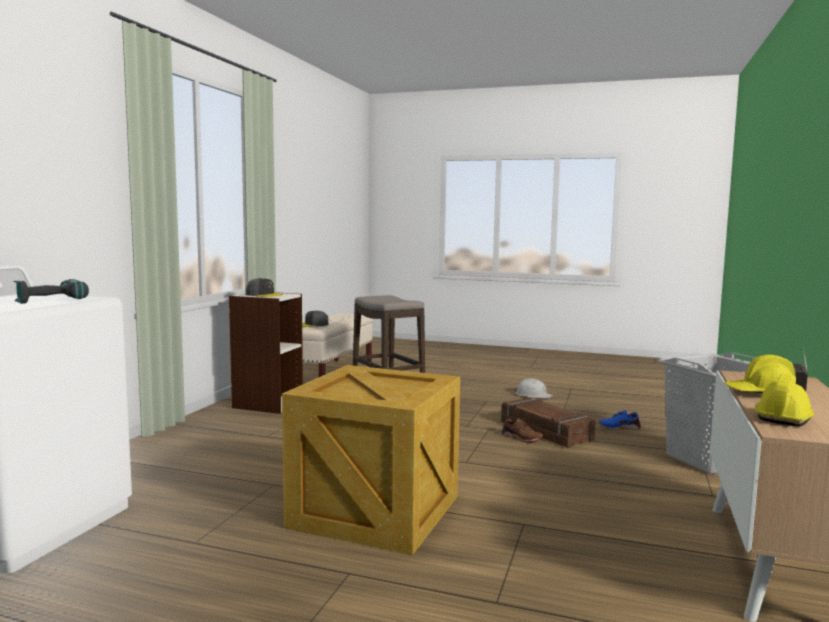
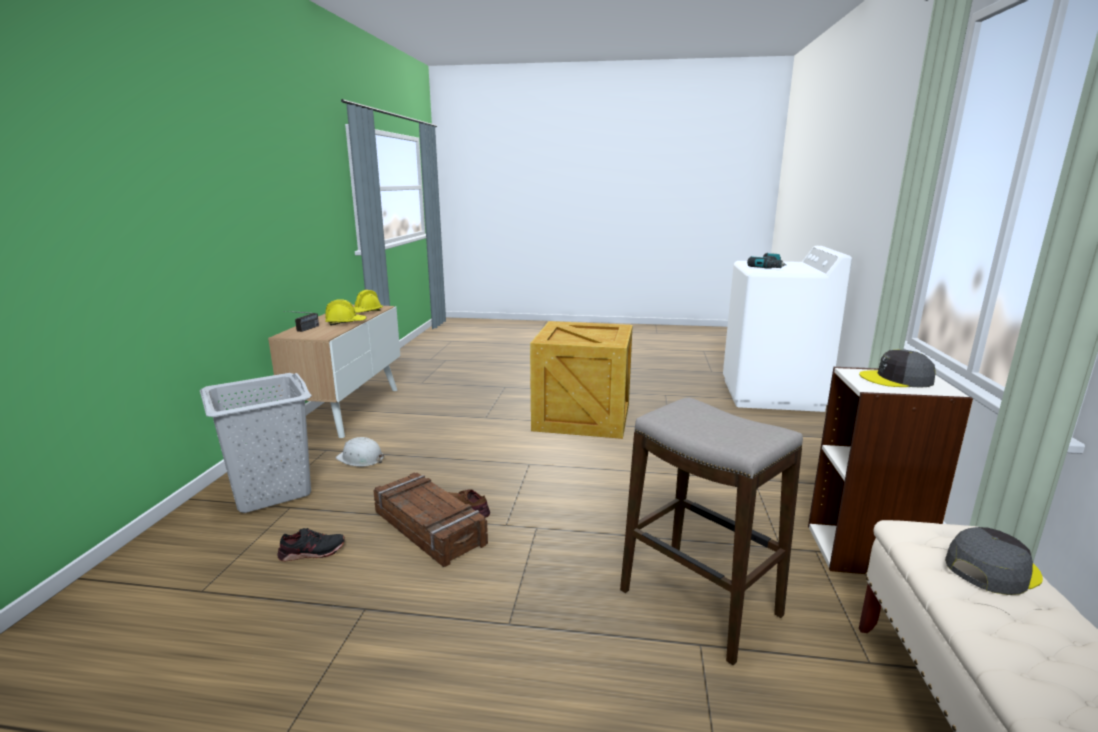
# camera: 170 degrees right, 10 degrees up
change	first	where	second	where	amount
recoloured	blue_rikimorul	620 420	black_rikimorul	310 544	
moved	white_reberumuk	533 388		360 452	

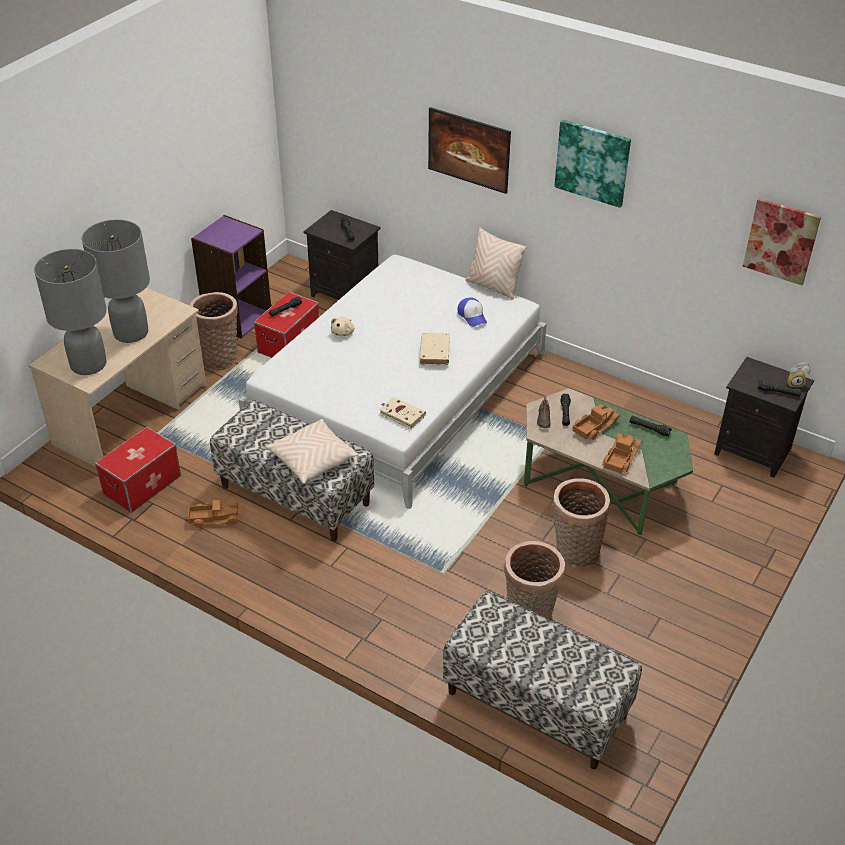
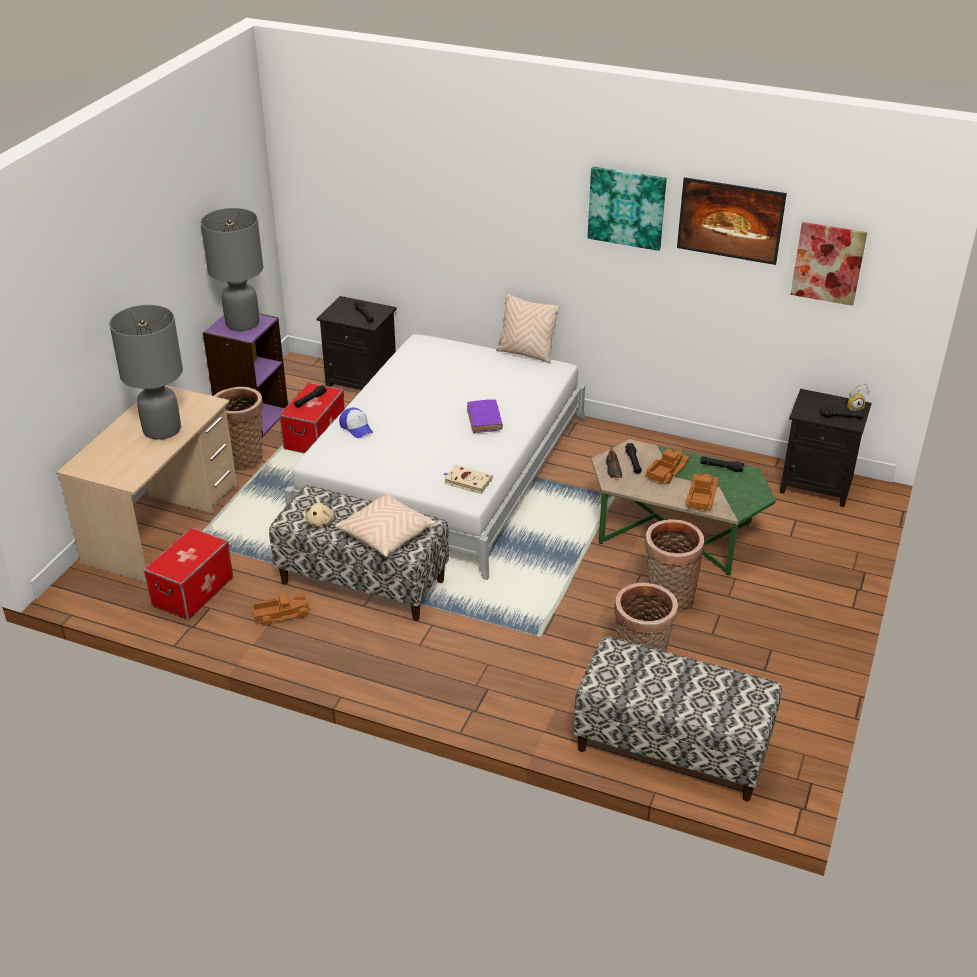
# camera: 10 degrees left, 5 degrees down
change	first	where	second	where	amount
moved	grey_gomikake	70 312		232 269	
moved	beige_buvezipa	343 326		319 515	
moved	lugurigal	472 312		356 423	
recoloured	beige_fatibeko	435 349	purple_fatibeko	485 416	
moved	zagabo	469 150		732 221	

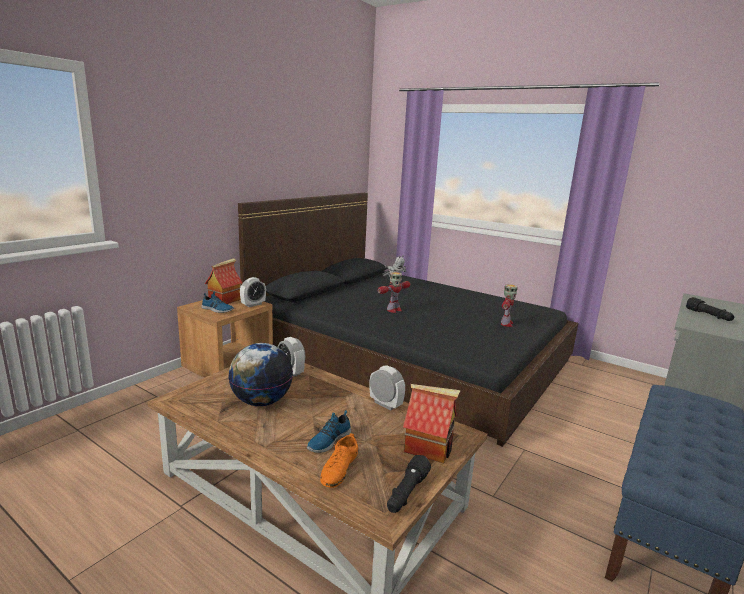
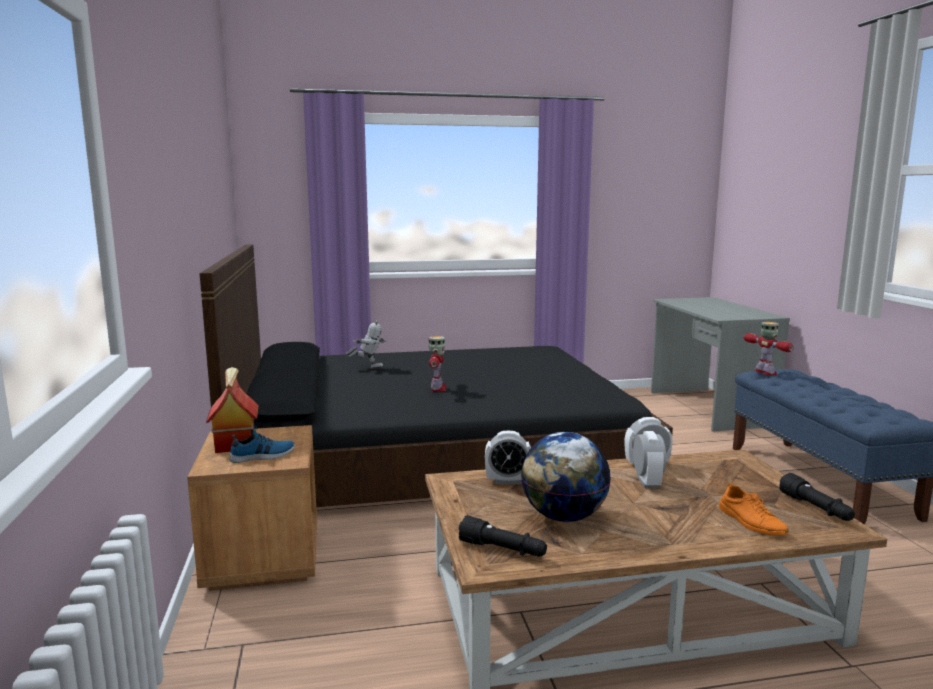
# camera: 45 degrees left, 5 degrees down
change	first	where	second	where	amount
moved	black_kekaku	710 309		502 536	
moved	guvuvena	253 292		649 459	
moved	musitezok	509 305		769 348	
removed	rikimorul	329 431			
removed	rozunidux	431 423			

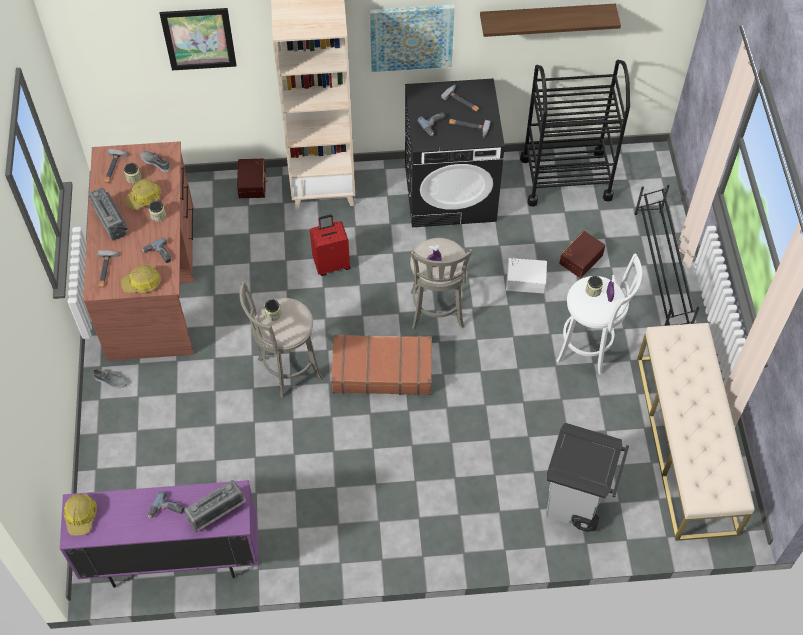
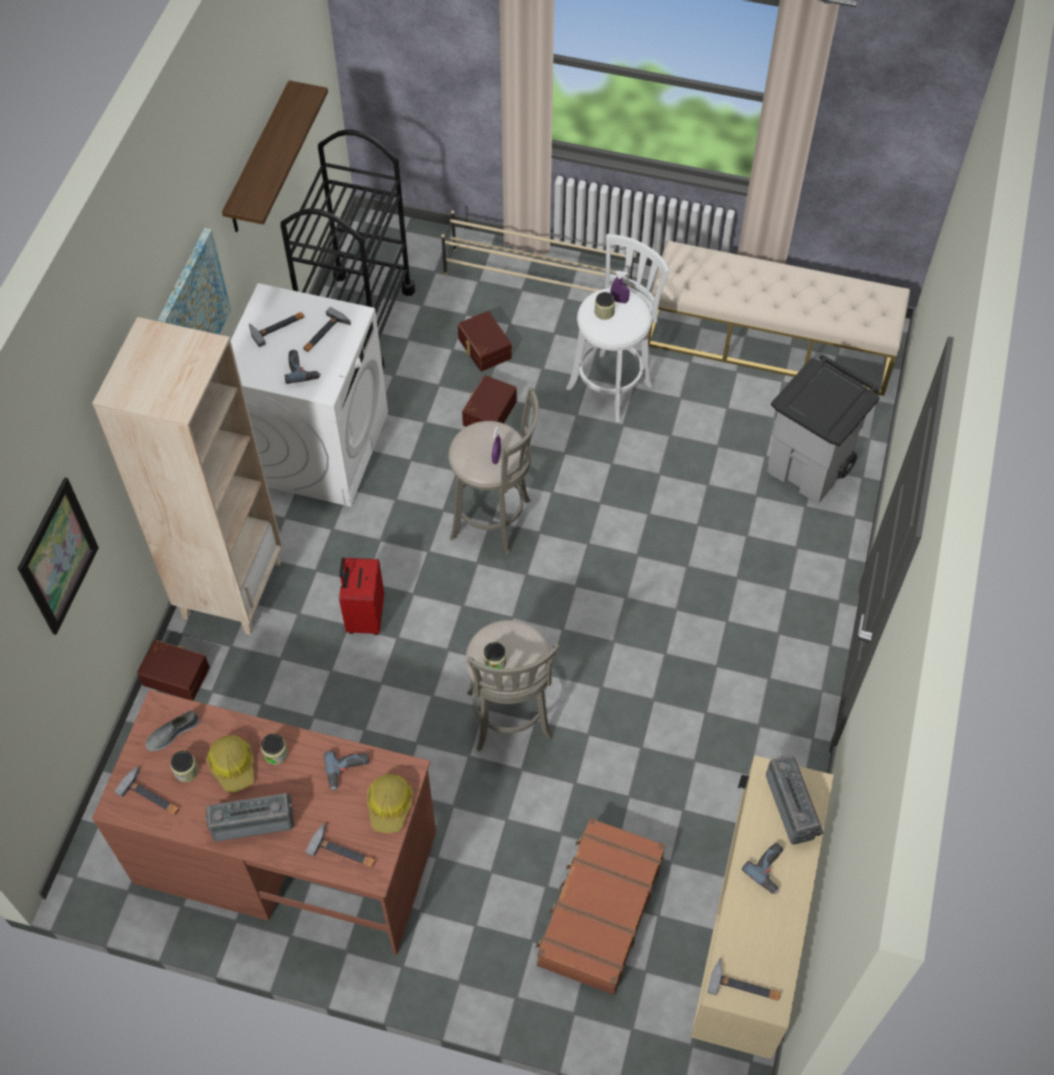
# camera: 70 degrees left, 0 degrees up
change	first	where	second	where	amount
recoloured	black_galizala	455 152	white_galizala	309 394	
recoloured	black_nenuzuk	666 255	beige_nenuzuk	537 251	
recoloured	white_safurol	526 275	brown_safurol	489 401	
moved	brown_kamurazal	381 364		600 906	
recoloured	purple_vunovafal	159 534	beige_vunovafal	762 907	
replaced	reberumuk	80 515	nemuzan	744 980	
removed	grey_rikimorul	110 378			

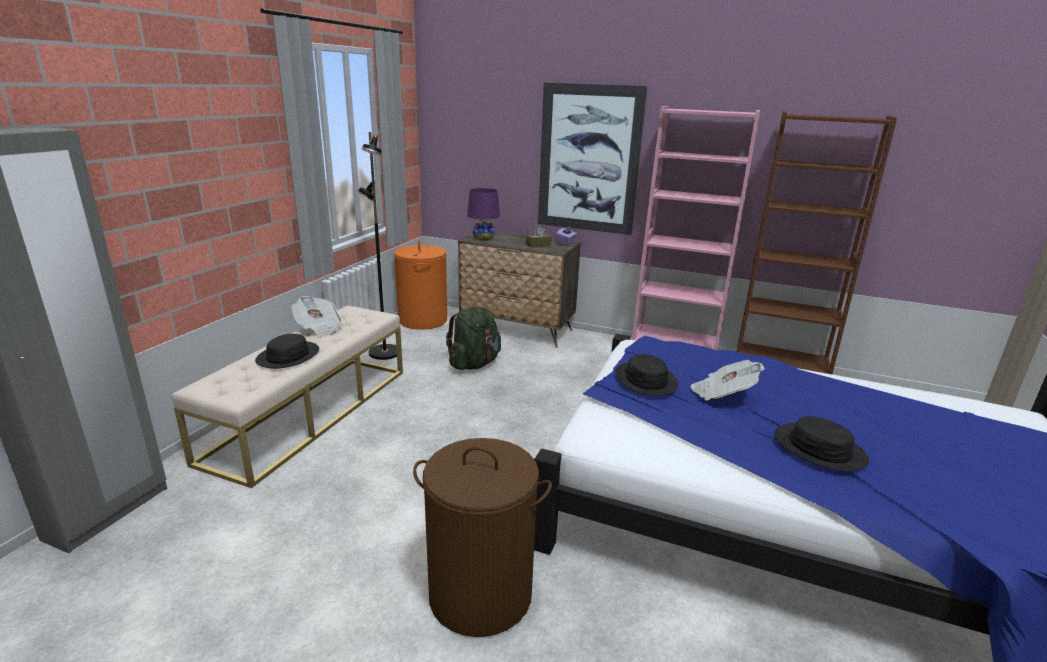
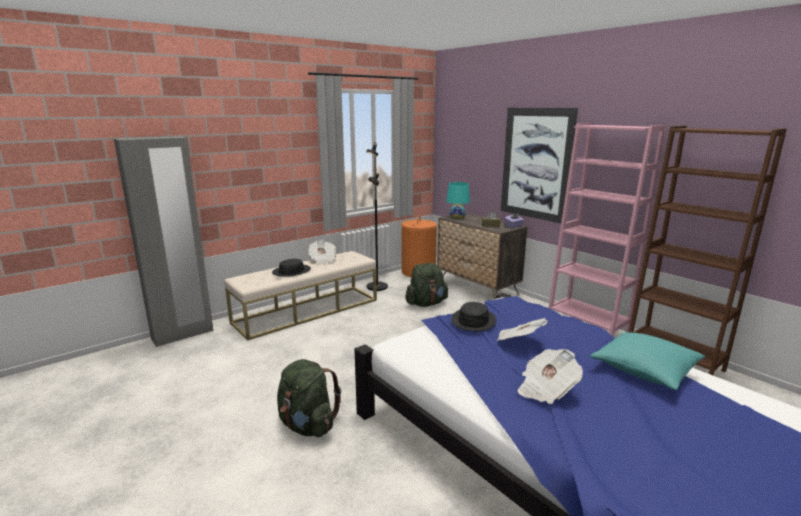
# camera: 30 degrees right, 5 degrees down
change	first	where	second	where	amount
replaced	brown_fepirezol	482 537	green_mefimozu	309 398	
recoloured	purple_gomikake	483 214	turquoise_gomikake	458 200	
replaced	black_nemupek	822 444	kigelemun	550 376	
added			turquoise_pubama	647 361	

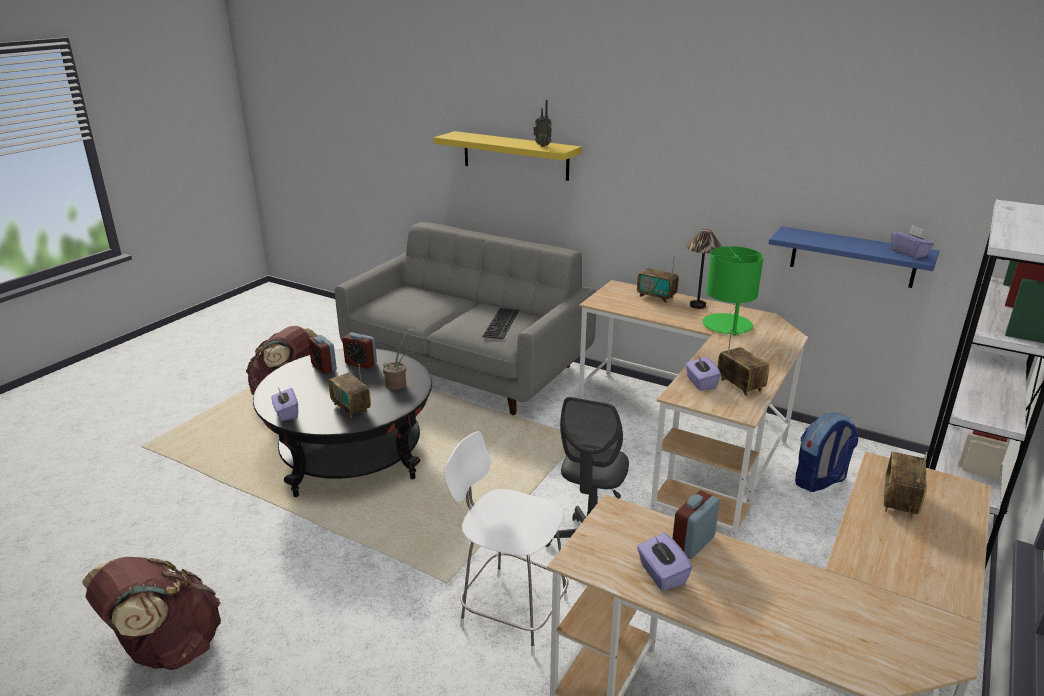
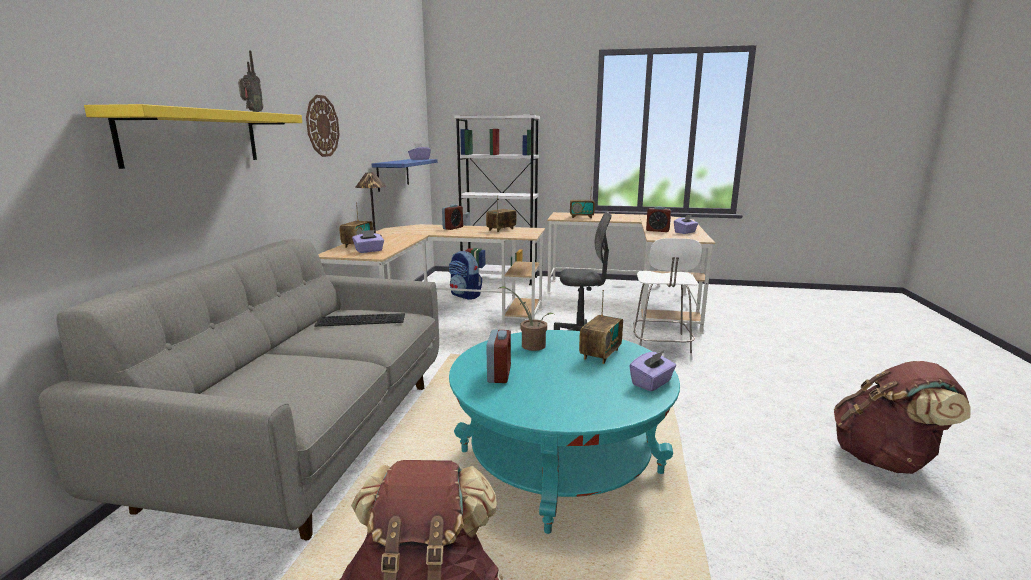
# camera: 110 degrees left, 10 degrees down
change	first	where	second	where	amount
added			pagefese	323 126	
moved	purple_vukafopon	703 373		368 241	
moved	guvuvena	322 354		452 217	
recoloured	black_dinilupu	342 423	turquoise_dinilupu	564 432	
removed	green_gomikake	733 291			

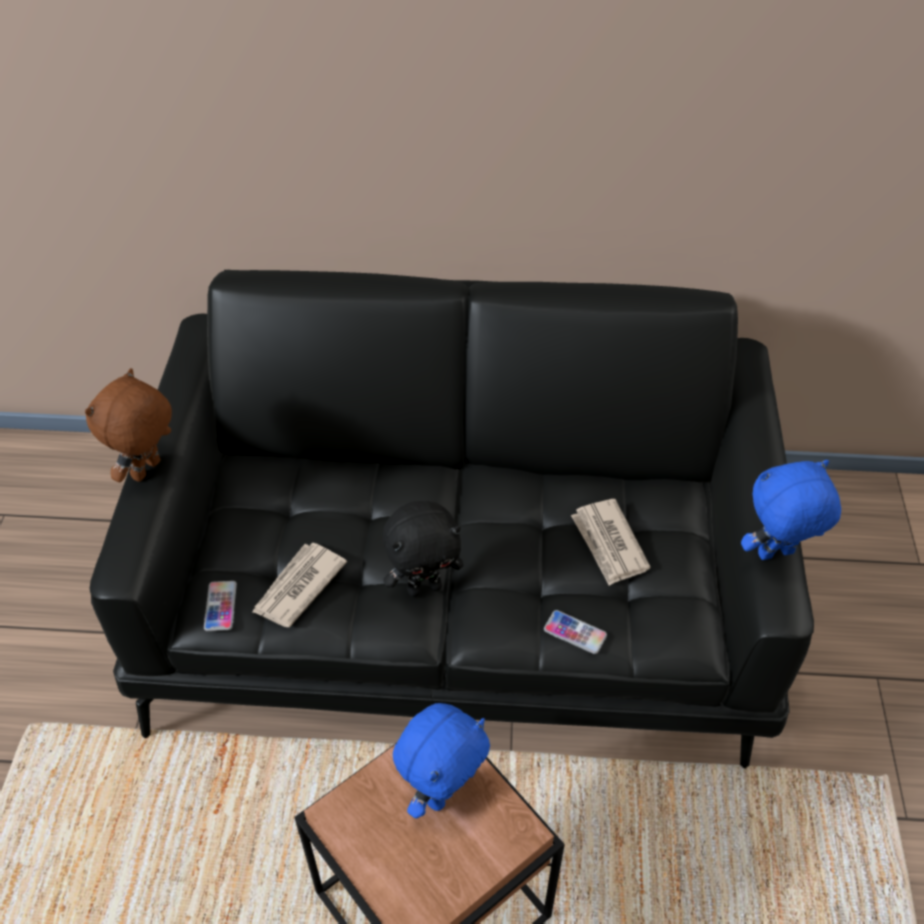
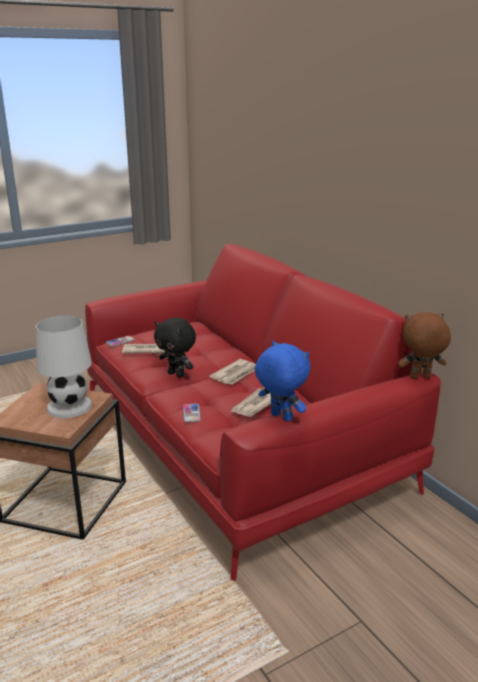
# camera: 55 degrees right, 25 degrees down
change	first	where	second	where	amount
replaced	blue_buvezipa	441 761	white_gomikake	64 367	
recoloured	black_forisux	452 519	red_forisux	263 412	
added			kigelemun	232 372	
moved	brown_buvezipa	128 425		424 345	

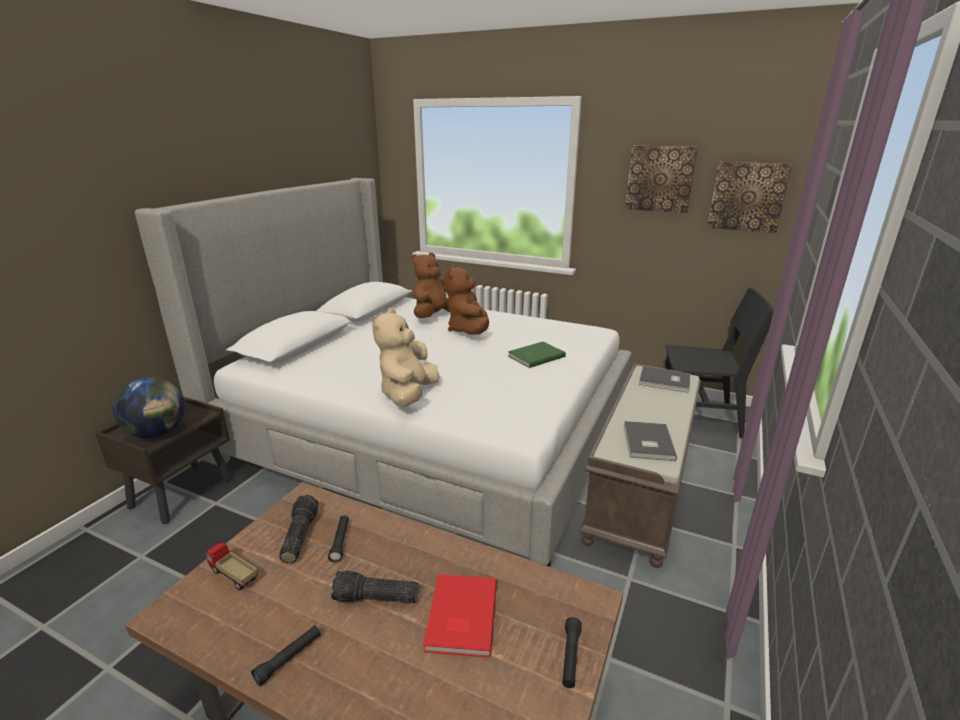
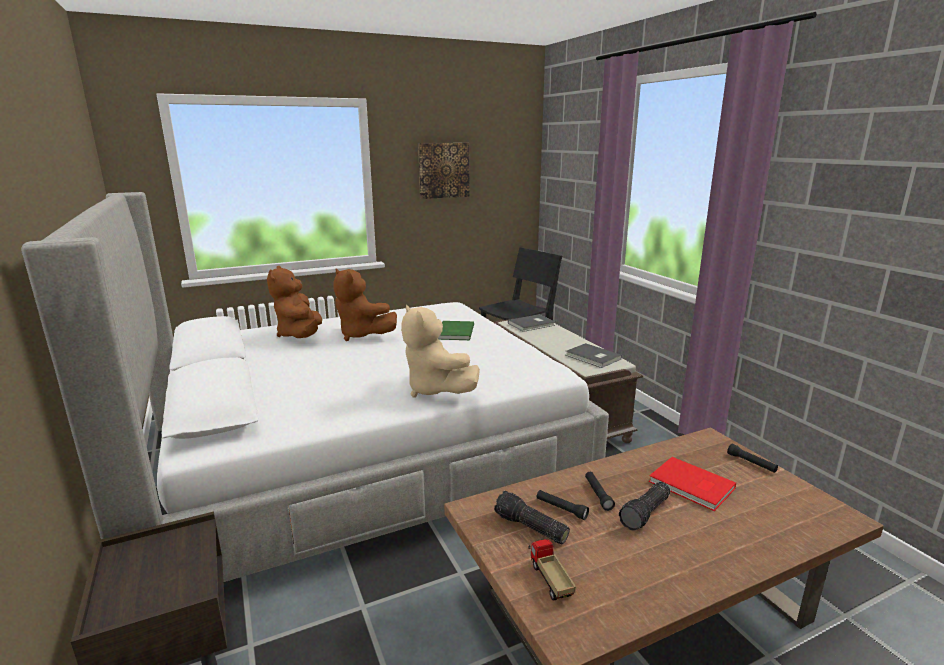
# camera: 50 degrees left, 5 degrees down
change	first	where	second	where	amount
turned	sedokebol	231 566		552 570	90 degrees clockwise
moved	black_kekaku	286 655		600 491	
removed	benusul	149 407			
removed	zagabo	749 197			

